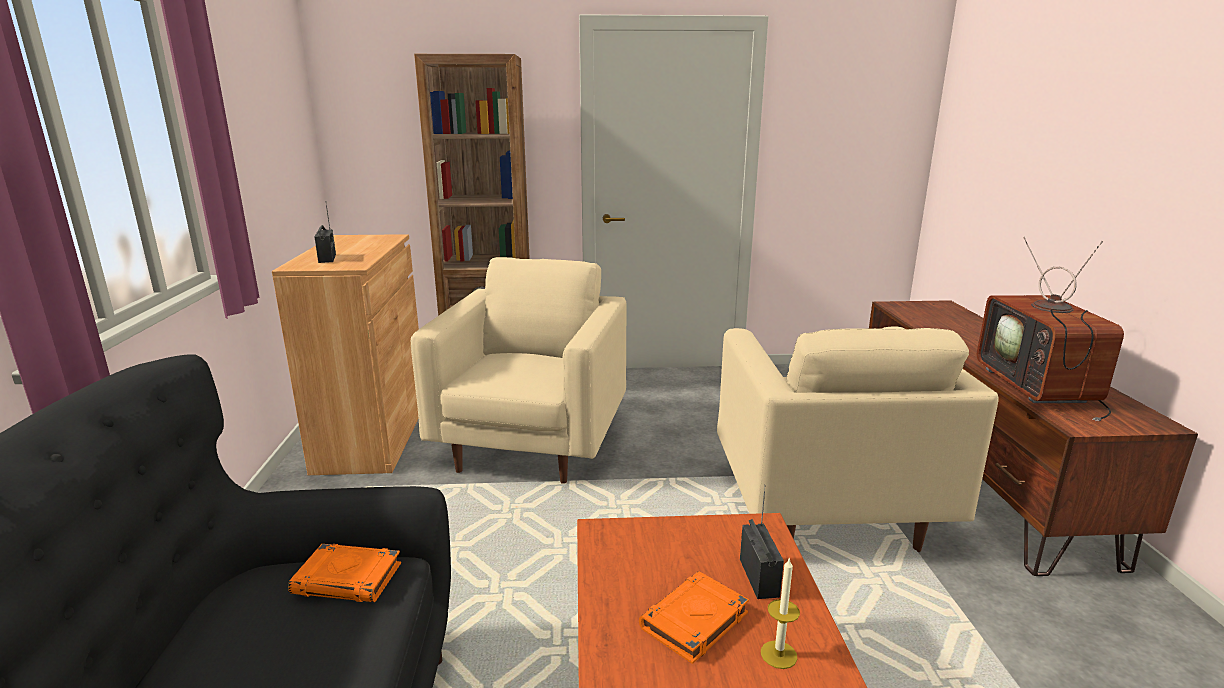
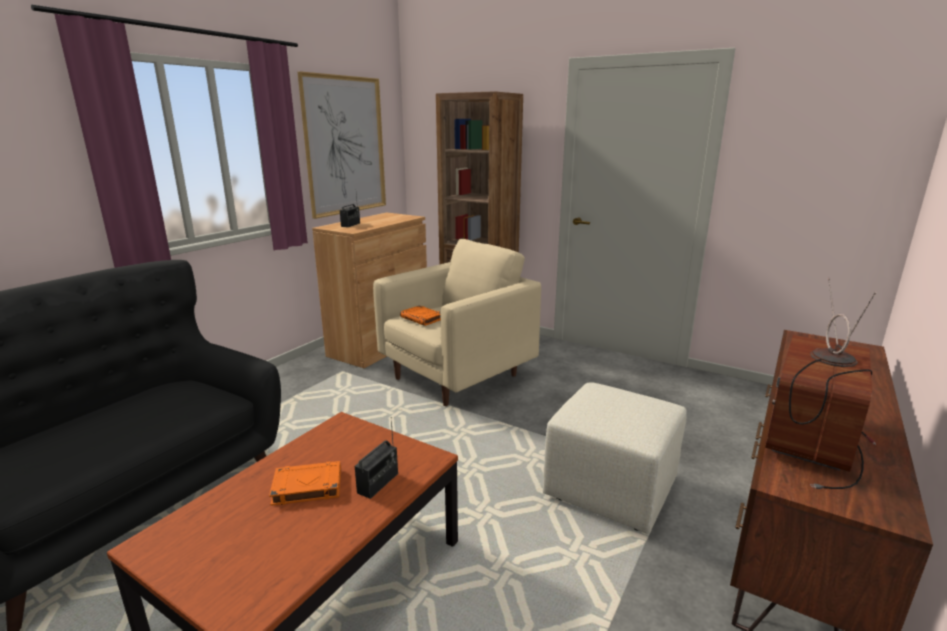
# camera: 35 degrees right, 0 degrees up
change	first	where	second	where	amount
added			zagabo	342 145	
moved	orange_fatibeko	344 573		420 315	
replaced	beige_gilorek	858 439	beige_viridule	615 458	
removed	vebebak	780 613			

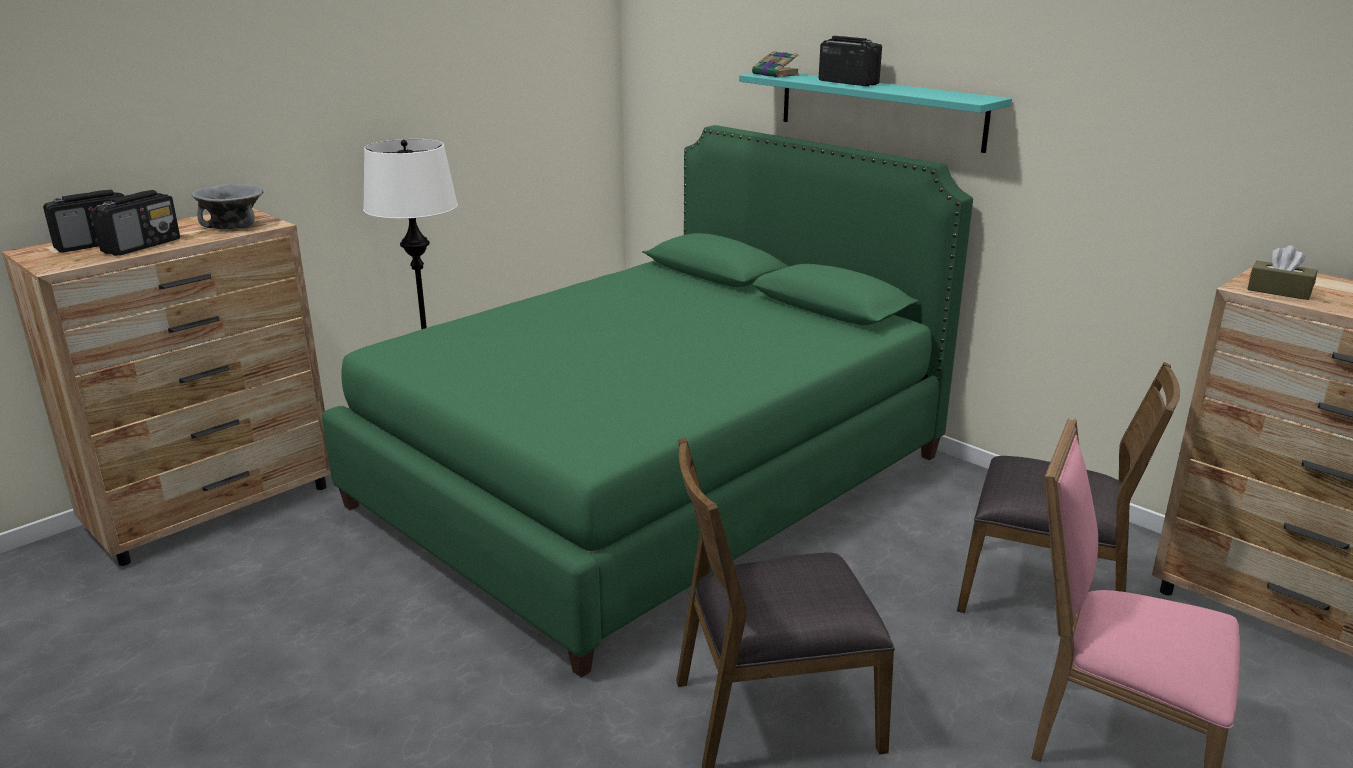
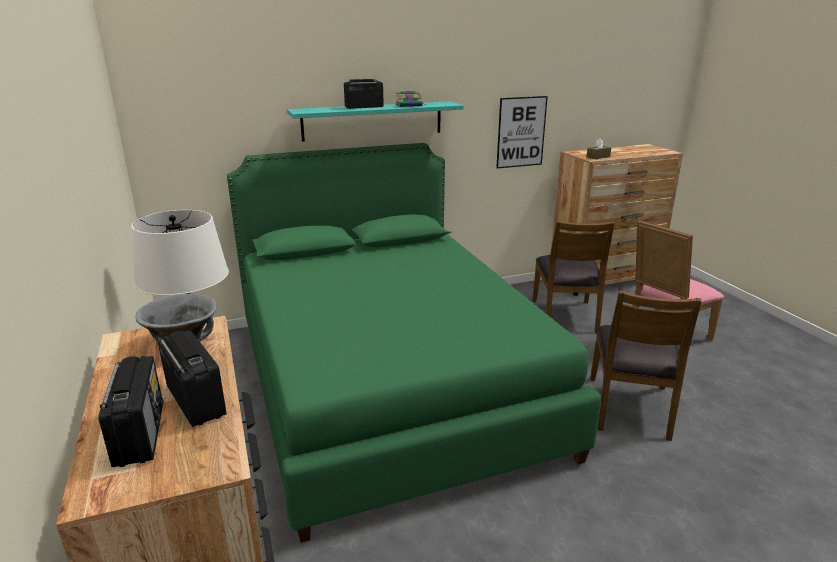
# camera: 65 degrees left, 0 degrees up
change	first	where	second	where	amount
moved	fatibeko	776 64		411 99	
added			zagabo	522 132	
turned	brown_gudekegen	1068 487		573 277	135 degrees clockwise

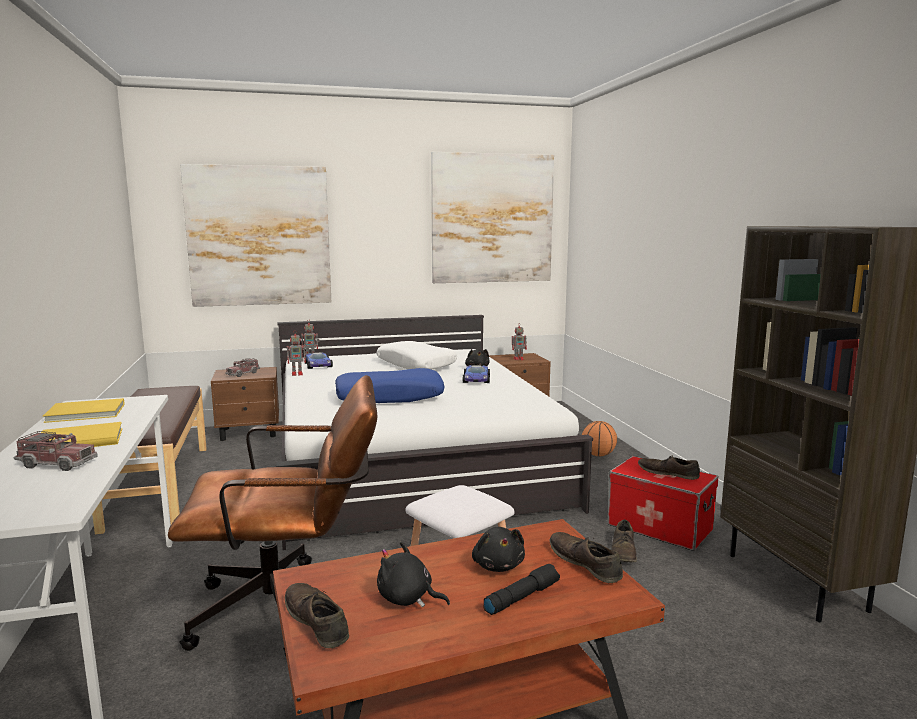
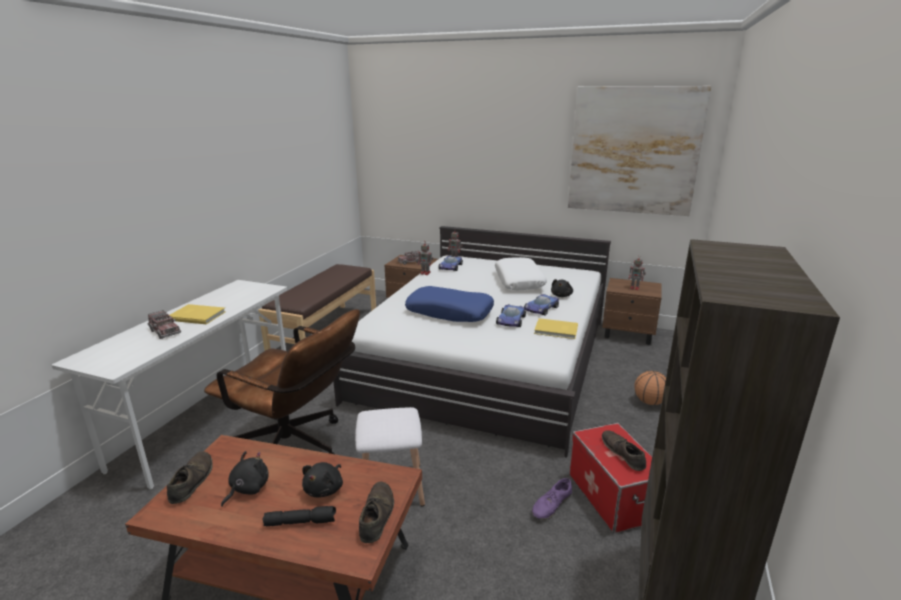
# camera: 35 degrees right, 10 degrees up
change	first	where	second	where	amount
turned	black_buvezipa	413 574		245 479	60 degrees clockwise
added			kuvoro	511 315	
recoloured	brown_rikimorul	624 541	purple_rikimorul	552 499	
moved	yellow_fatibeko	84 410		556 328	
removed	zagabo	255 235			

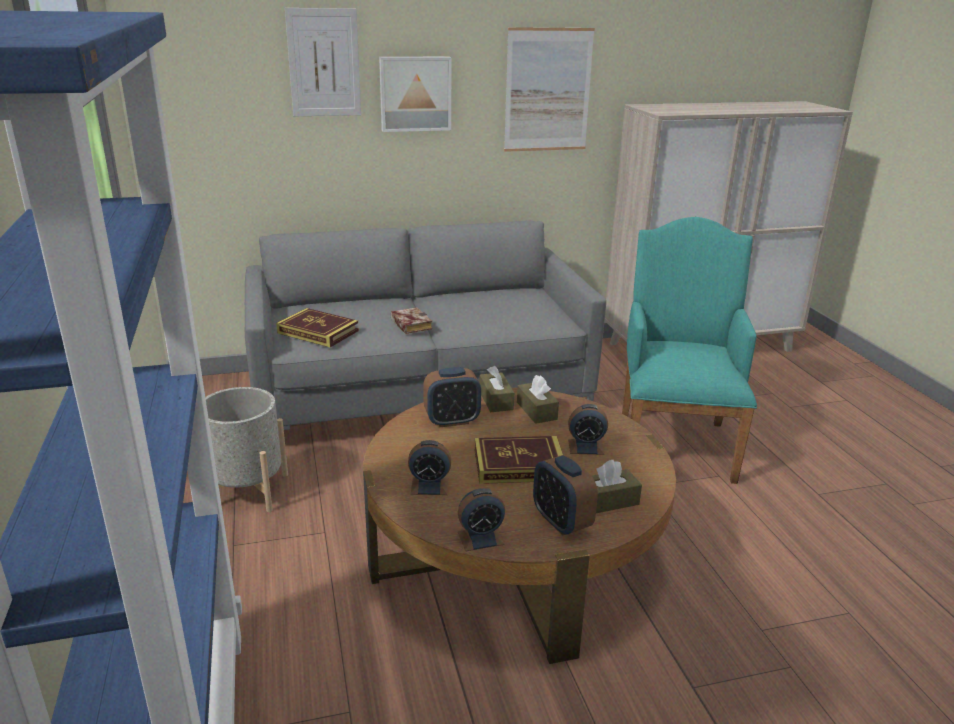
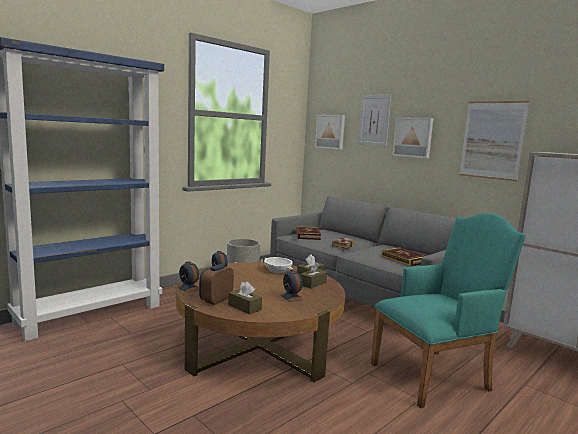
# camera: 60 degrees right, 15 degrees down
change	first	where	second	where	amount
replaced	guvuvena	452 397	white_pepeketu	278 265	
added			zagabo	330 132	
moved	fatibeko	518 460		403 257	

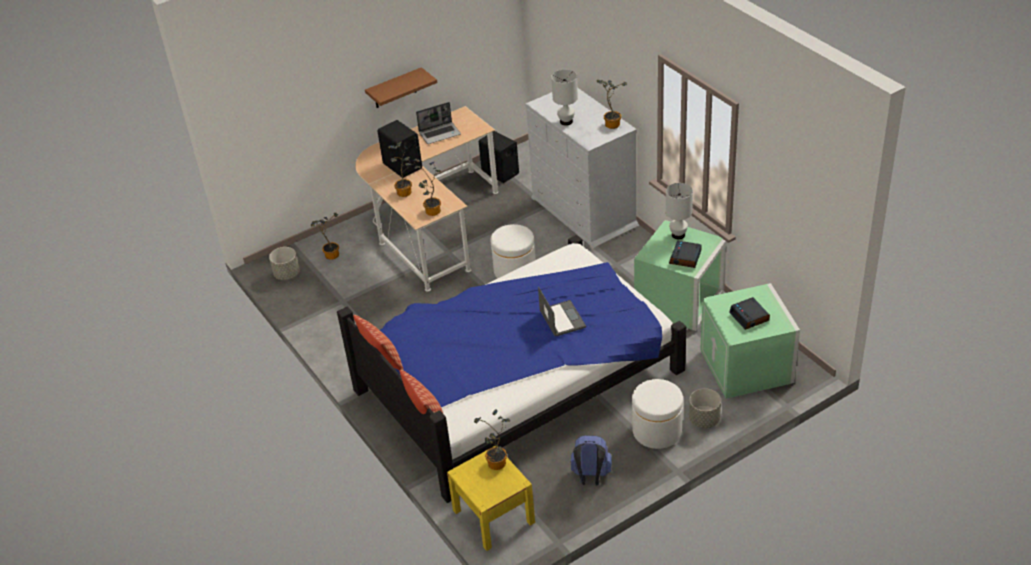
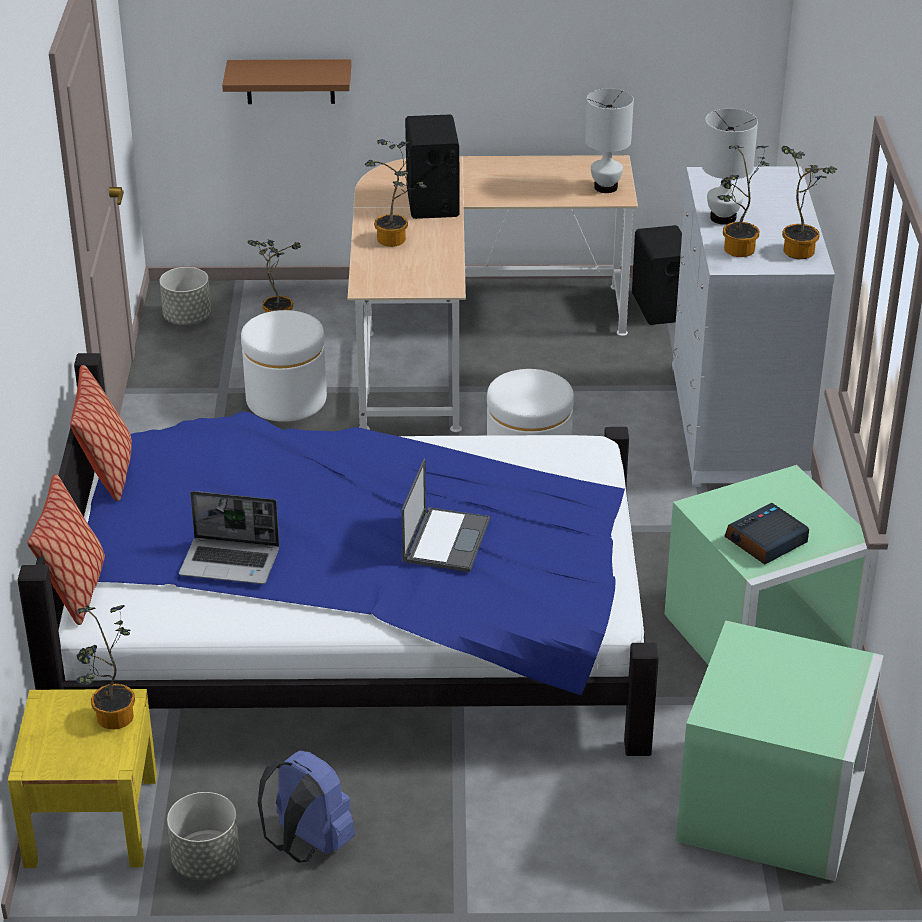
# camera: 30 degrees right, 5 degrees down
change	first	where	second	where	amount
moved	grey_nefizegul	705 408		203 836	
moved	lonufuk	438 123		229 537	
moved	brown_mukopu	401 87		286 81	
moved	white_viridule	657 414		284 366	
moved	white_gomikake	679 211		609 140	
moved	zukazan	427 189		743 201	
removed	guvuvena	749 313			

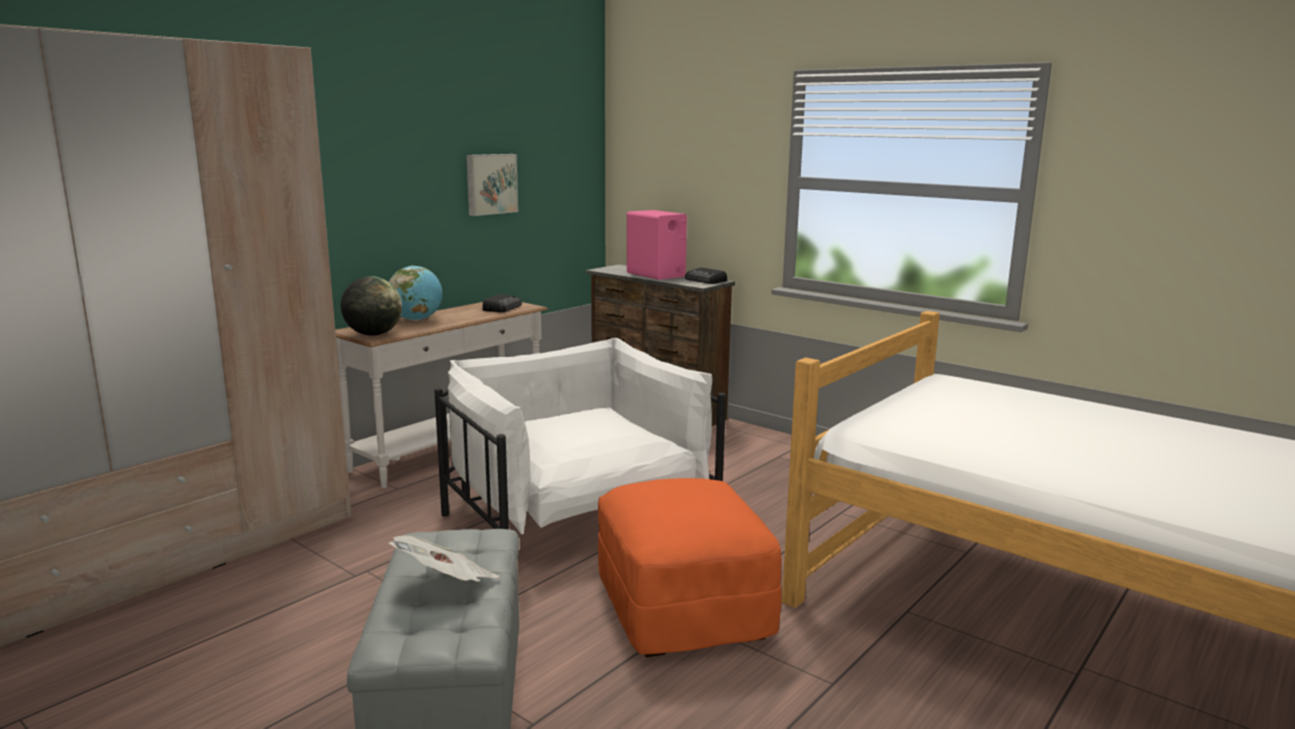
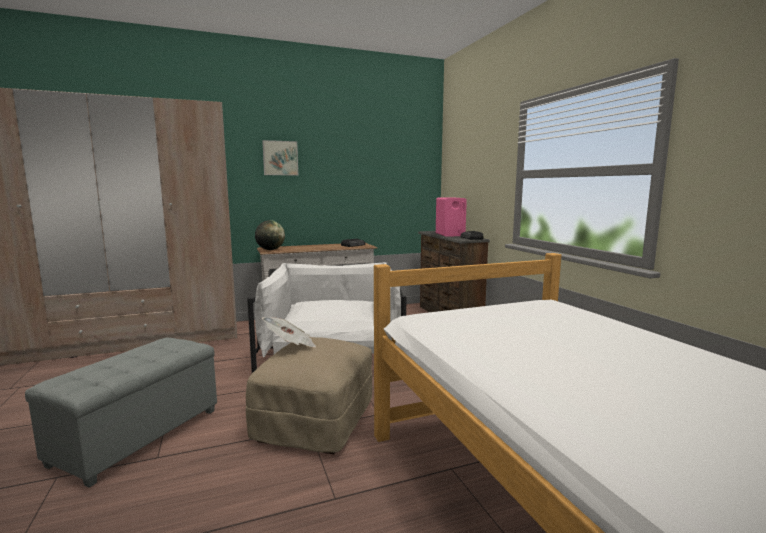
# camera: 30 degrees right, 5 degrees down
change	first	where	second	where	amount
recoloured	orange_viridule	690 567	beige_viridule	309 395	
moved	zagabo	492 185		280 157	
moved	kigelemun	444 558		289 332	
removed	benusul	415 293			

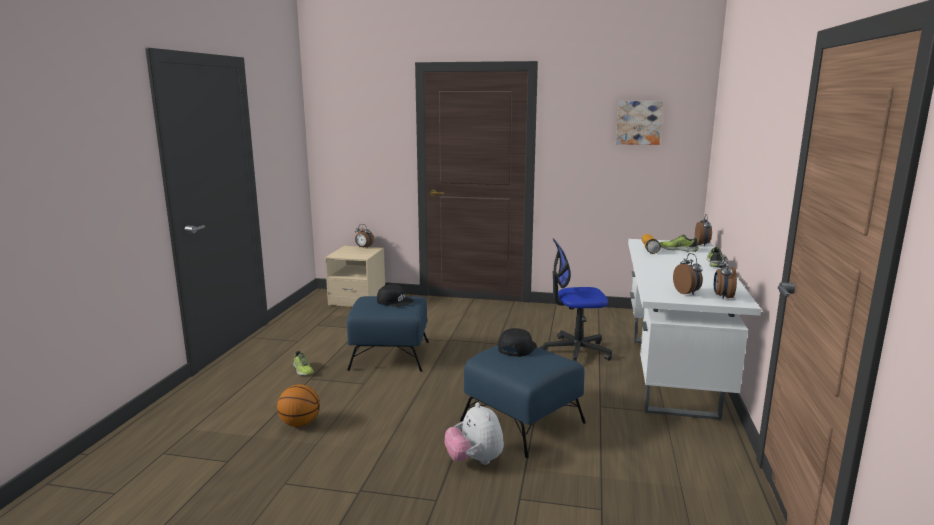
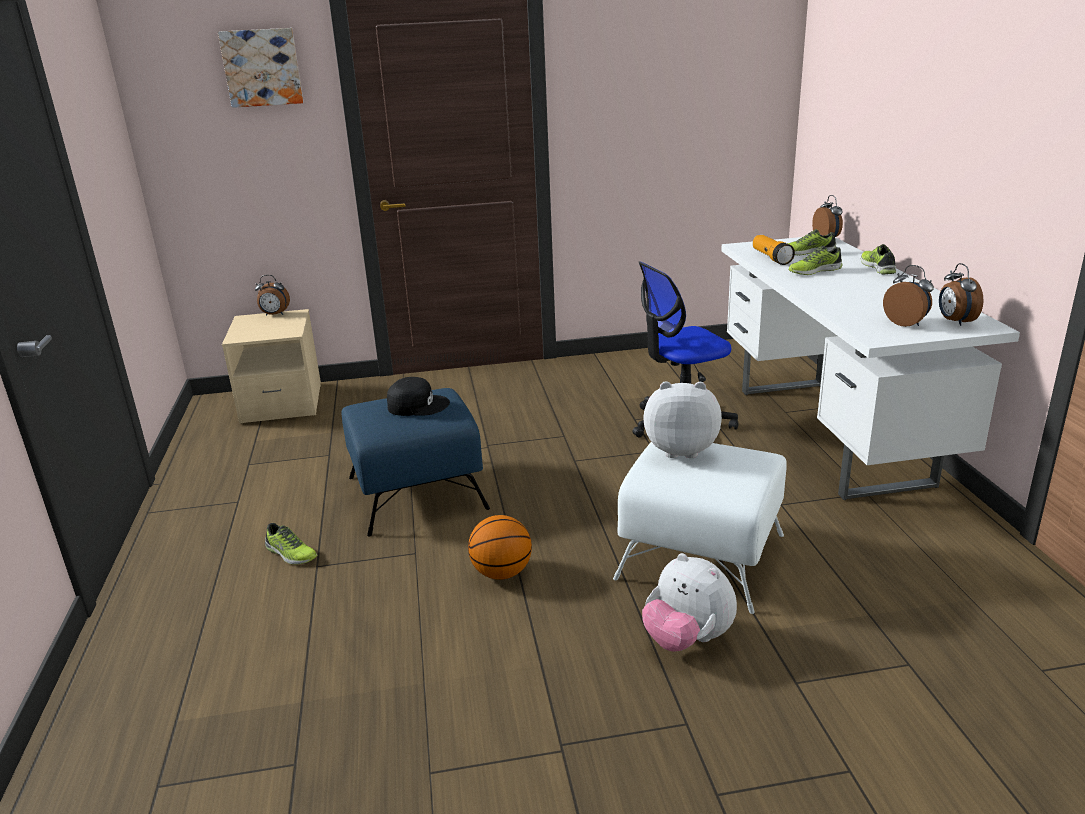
# camera: 20 degrees left, 10 degrees up
change	first	where	second	where	amount
moved	zagabo	639 123		261 68	
moved	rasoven	298 406		500 547	
recoloured	blue_viridule	523 401	white_viridule	700 528	
replaced	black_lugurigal	517 342	buvezipa	682 419	
added			rikimorul	815 260	

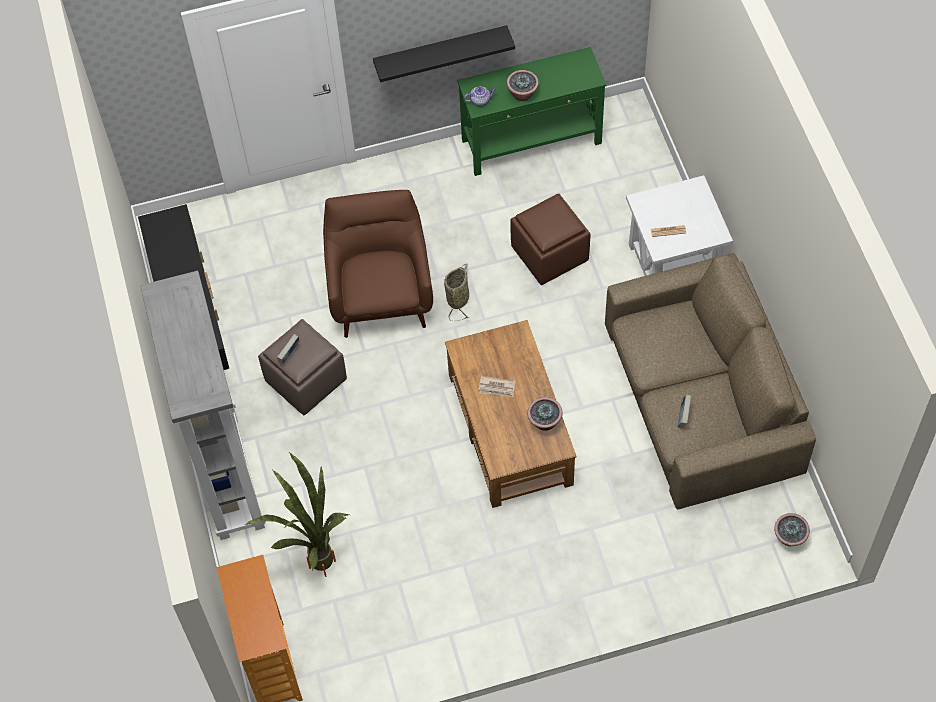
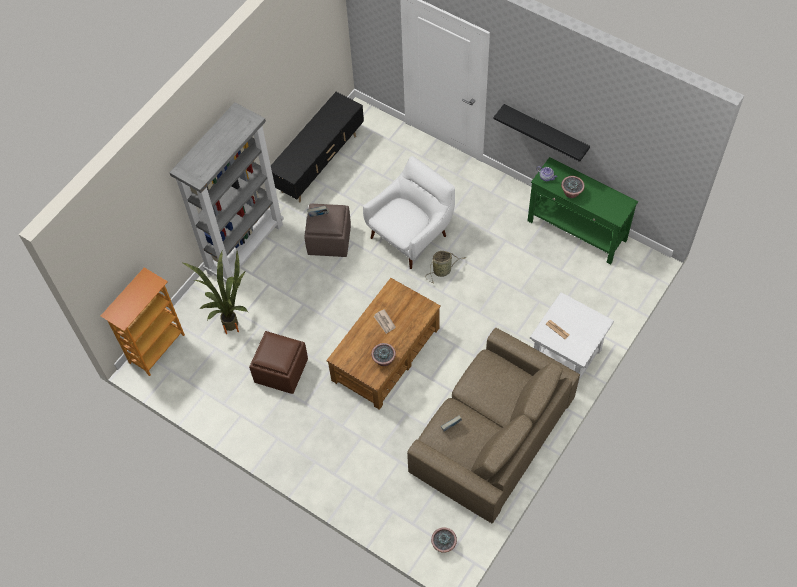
# camera: 50 degrees right, 0 degrees up
change	first	where	second	where	amount
moved	brown_viridule	550 239		278 362	
recoloured	brown_gilorek	378 264	white_gilorek	409 212	

